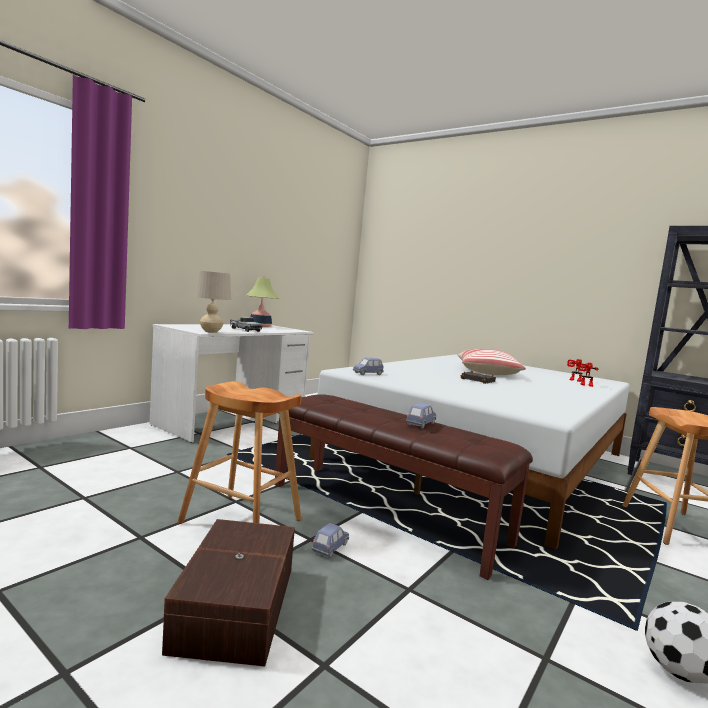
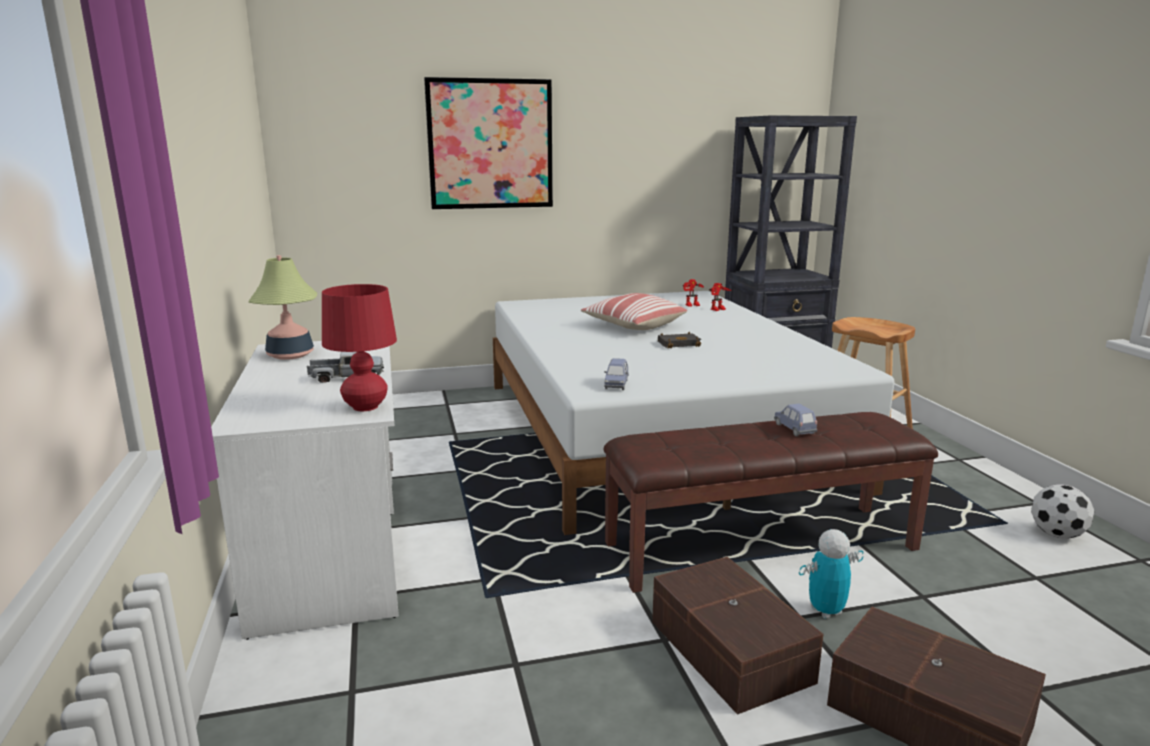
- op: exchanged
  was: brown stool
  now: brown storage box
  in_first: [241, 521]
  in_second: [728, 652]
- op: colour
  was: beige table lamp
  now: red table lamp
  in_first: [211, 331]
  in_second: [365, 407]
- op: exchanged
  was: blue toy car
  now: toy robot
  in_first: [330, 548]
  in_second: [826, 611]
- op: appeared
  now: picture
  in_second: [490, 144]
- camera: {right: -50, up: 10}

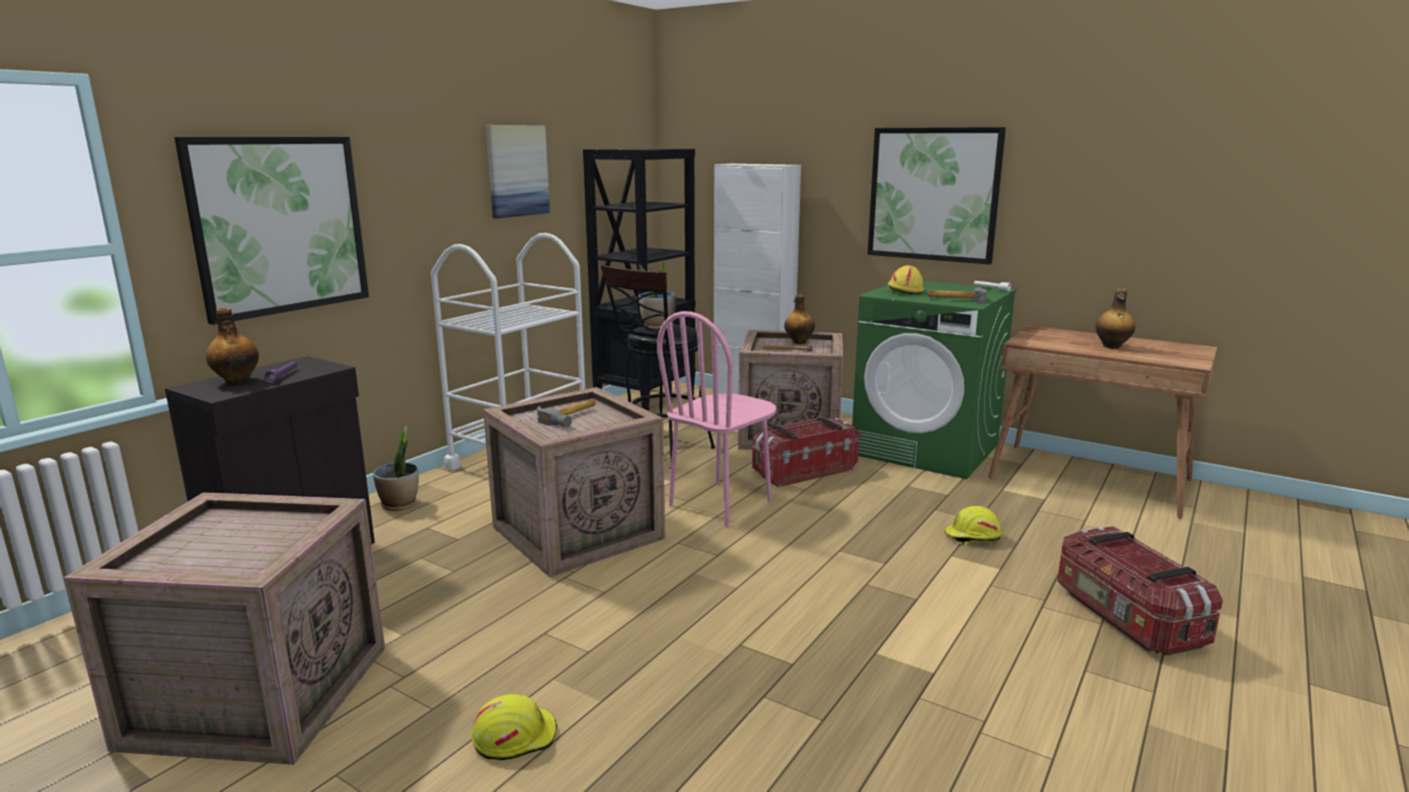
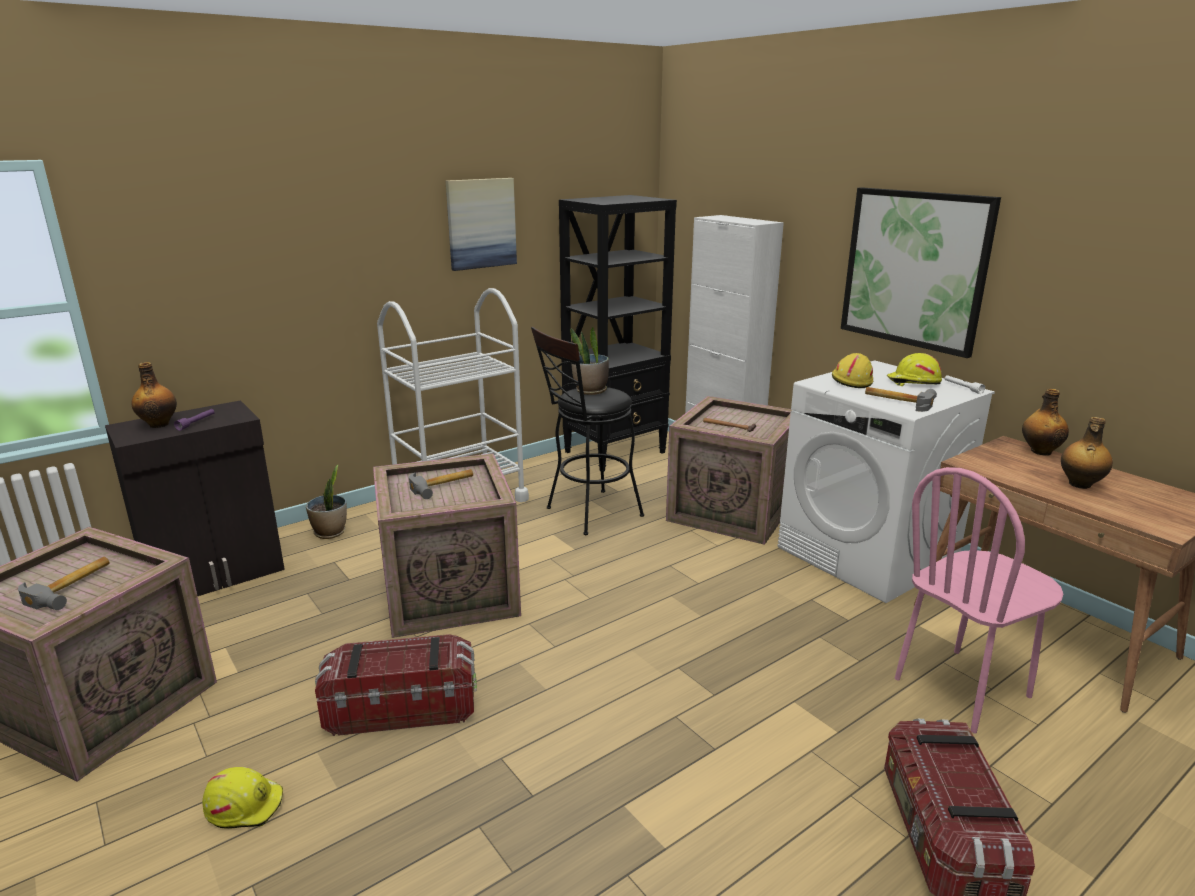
- op: missing
  was: picture
  in_first: [279, 225]
- op: relocated
  was: pink chair
  in_first: [721, 503]
  in_second: [963, 688]
- op: relocated
  was: storage box
  in_first: [803, 471]
  in_second: [401, 708]
- op: relocated
  was: bottle
  in_first: [799, 342]
  in_second: [1040, 451]
- op: colour
  was: green washing machine
  now: white washing machine
  in_first: [926, 449]
  in_second: [867, 555]
- op: relocated
  was: yellow hard hat
  in_first: [972, 537]
  in_second: [913, 382]
- op: appeared
  now: hammer
  in_second: [73, 587]
- camera: {right: 20, up: 5}

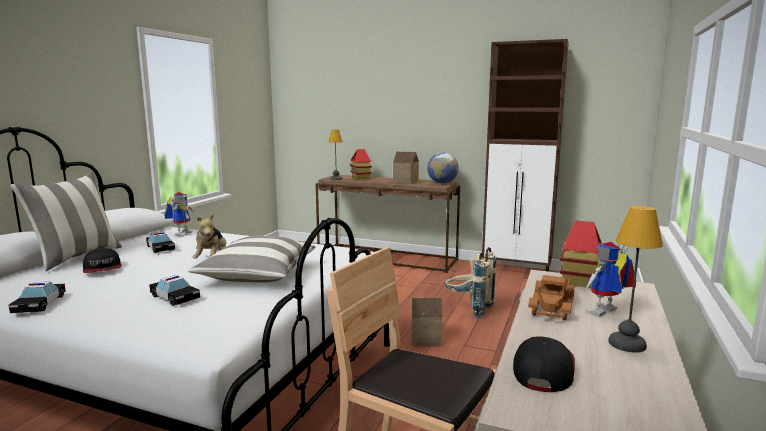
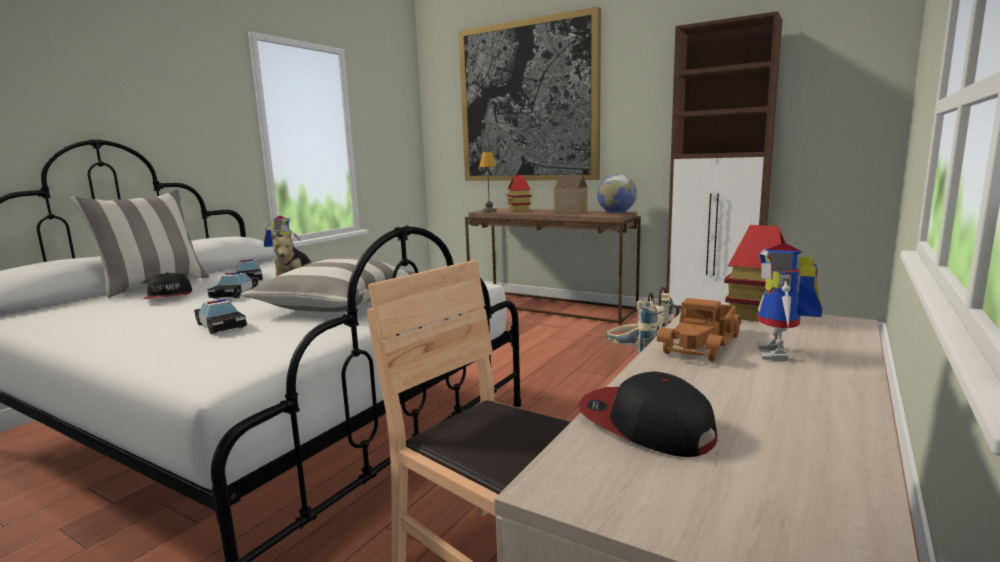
- op: relocated
  was: toy car
  in_first: [39, 304]
  in_second: [235, 294]
- op: missing
  was: toy house
  in_first: [425, 337]
- op: spun
  was: cap
  in_first: [543, 368]
  in_second: [644, 425]
  clockwise: -75
- op: spun
  was: toy robot
  in_first: [605, 313]
  in_second: [782, 355]
  clockwise: -45
- op: missing
  was: table lamp
  in_first: [628, 344]
- op: appeared
  now: picture
  in_second: [528, 102]
- camera: {right: 10, up: 0}

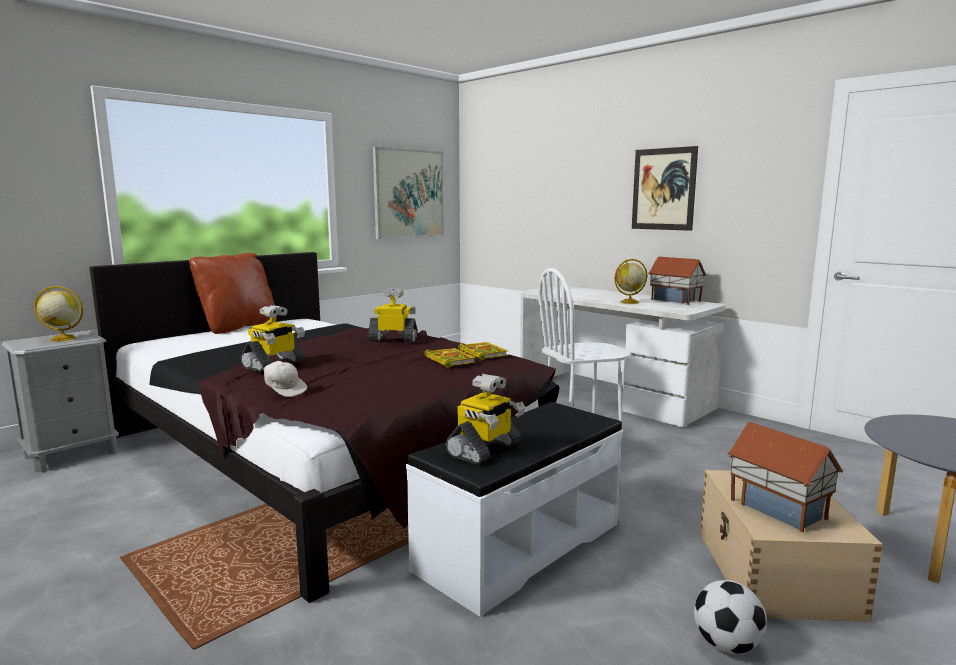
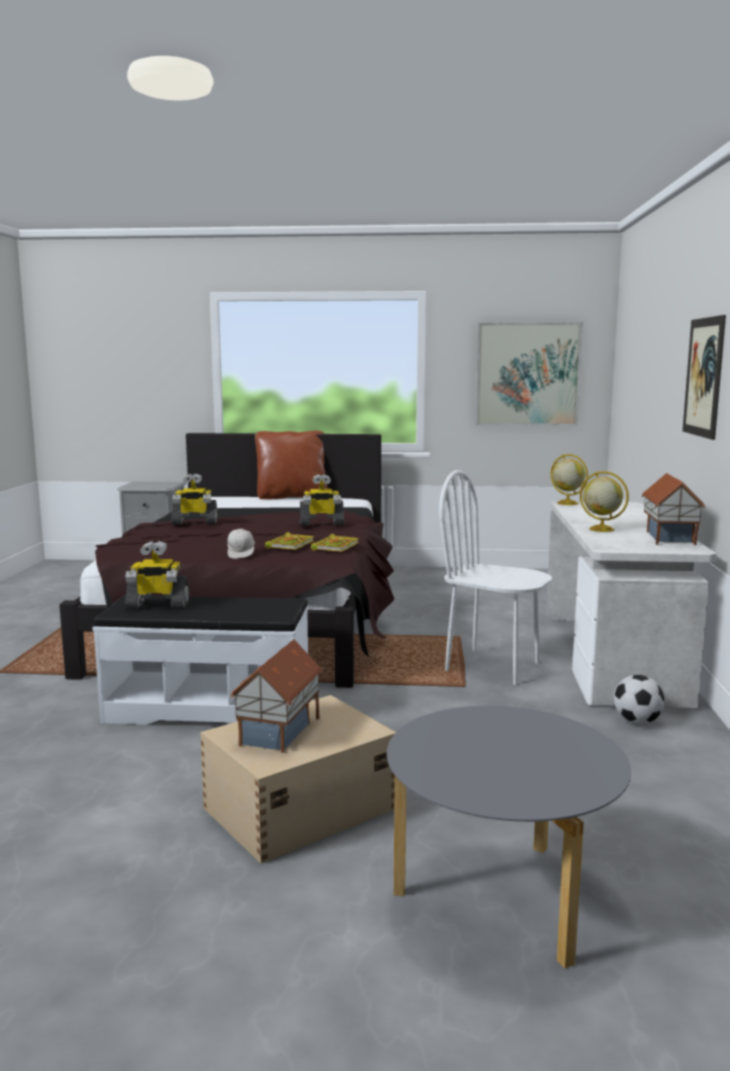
- op: relocated
  was: globe
  in_first: [62, 339]
  in_second: [566, 503]
- op: relocated
  was: white cap
  in_first: [284, 391]
  in_second: [241, 554]
- op: spun
  was: toy robot
  in_first: [394, 339]
  in_second: [321, 523]
  clockwise: 120
- op: relocated
  was: football
  in_first: [726, 645]
  in_second: [636, 722]
- camera: {right: 50, up: 0}

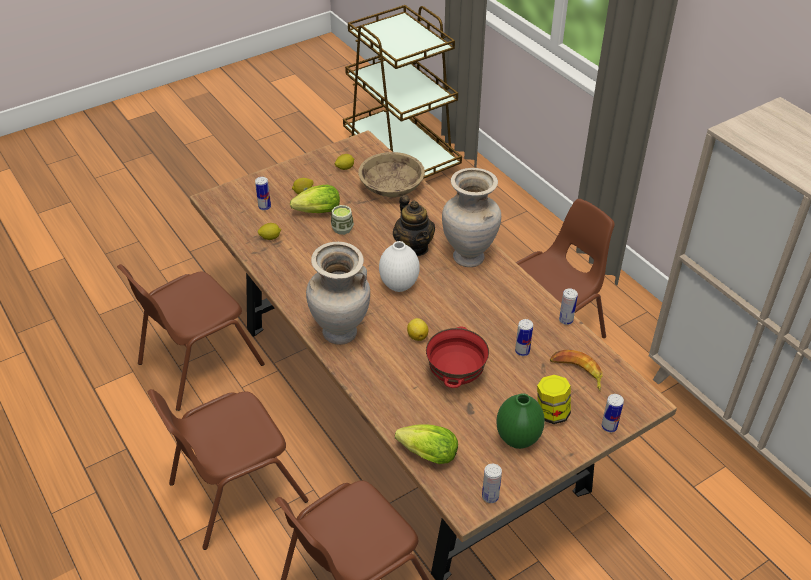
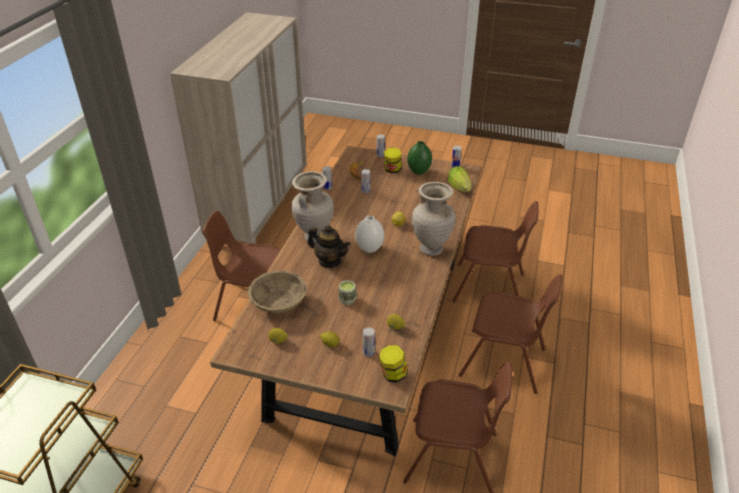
- op: missing
  was: lettuce
  in_first: [315, 212]
- op: spun
  was: teapot
  in_first: [414, 247]
  in_second: [329, 261]
  clockwise: 90
- op: missing
  was: red bowl
  in_first: [455, 376]
- op: appeared
  now: jar
  in_second: [393, 374]
- camera: {right: -130, up: -5}

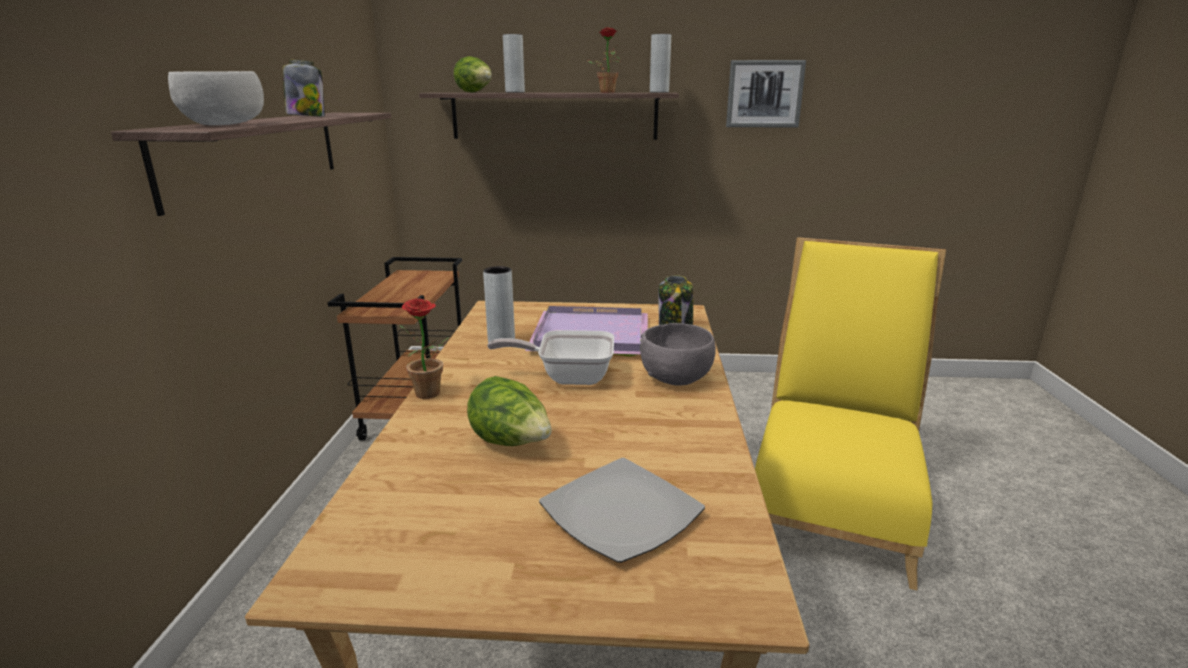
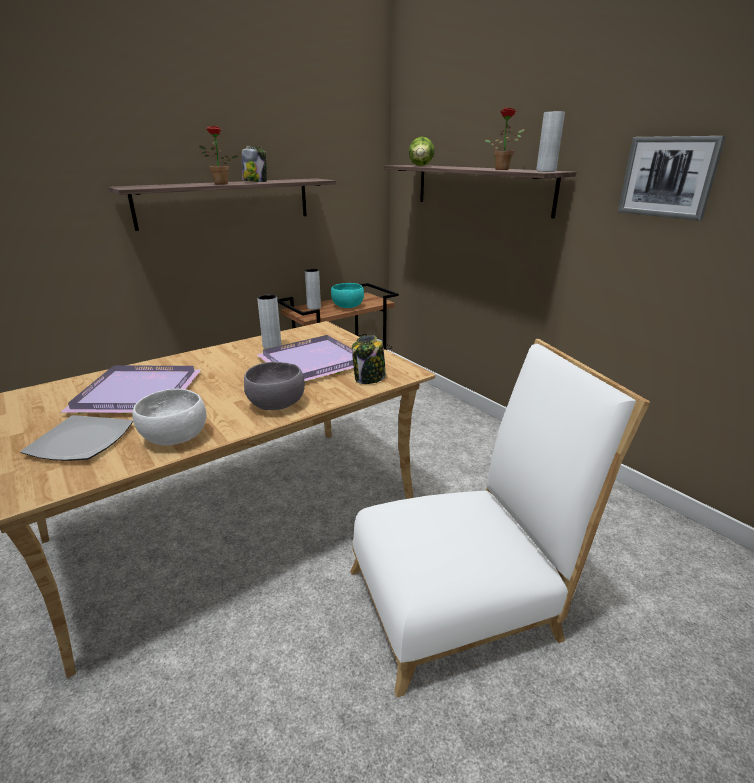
- op: relocated
  was: white bowl
  in_first: [225, 124]
  in_second: [176, 437]
- op: relocated
  was: potted plant
  in_first: [430, 395]
  in_second: [220, 184]
- op: exchanged
  was: lettuce
  now: purple tray
  in_first: [511, 443]
  in_second: [140, 392]
- op: missing
  was: frying pan
  in_first: [567, 377]
- op: relocated
  was: grey vase
  in_first: [515, 92]
  in_second: [314, 307]
- op: colour
  was: yellow chair
  now: white chair
  in_first: [831, 503]
  in_second: [463, 599]
- op: appeared
  now: turquoise bowl
  in_second: [348, 306]
- camera: {right: 50, up: 5}

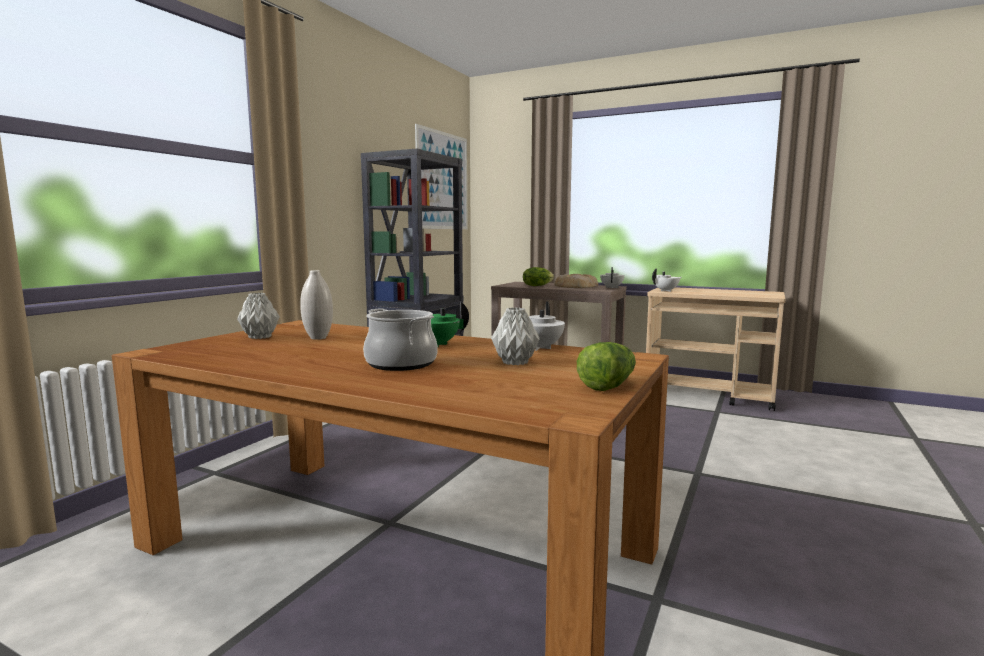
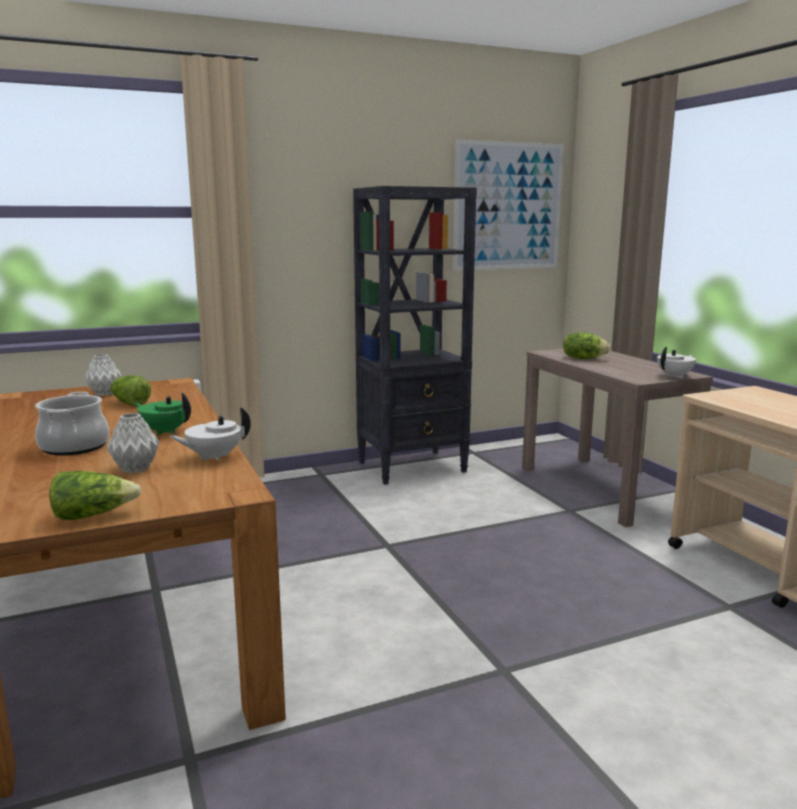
- op: exchanged
  was: white vase
  now: lettuce
  in_first: [318, 338]
  in_second: [129, 403]
- op: missing
  was: bread
  in_first: [575, 286]
- op: missing
  was: white teapot
  in_first: [666, 291]
- camera: {right: 40, up: 5}

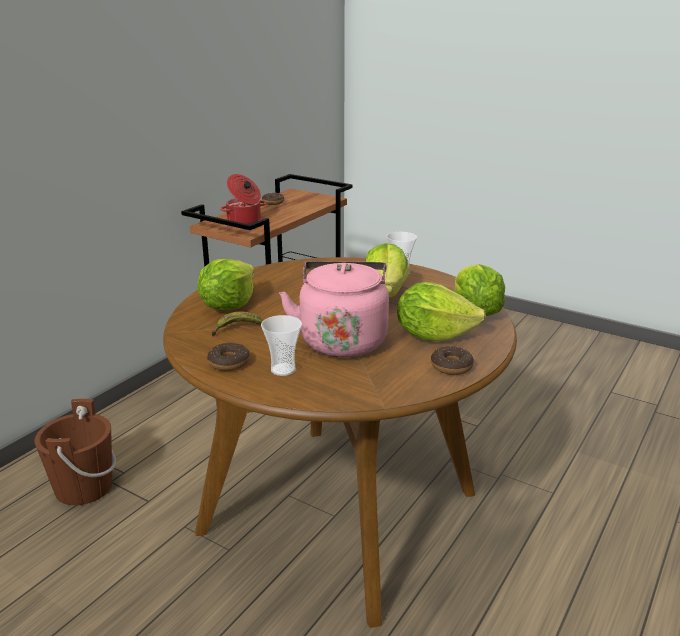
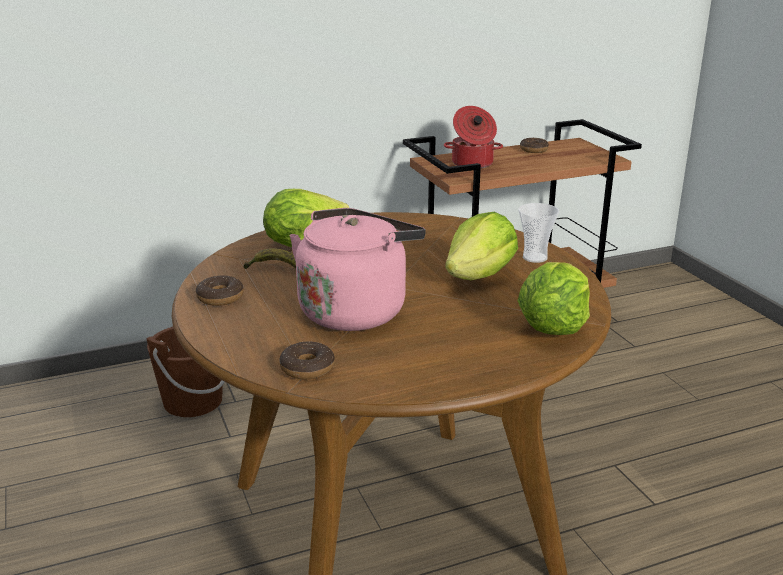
- op: missing
  was: cup
  in_first: [283, 370]
- op: missing
  was: lettuce
  in_first: [433, 335]
- op: relocated
  was: donut
  in_first: [451, 366]
  in_second: [307, 368]
- camera: {right: 35, up: 0}

